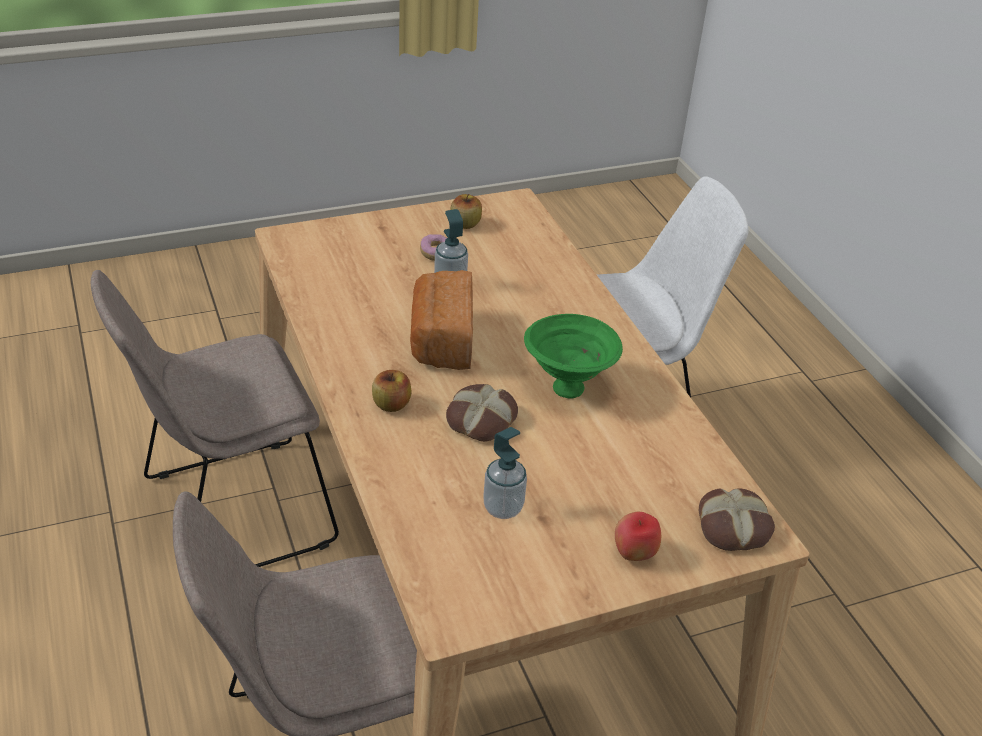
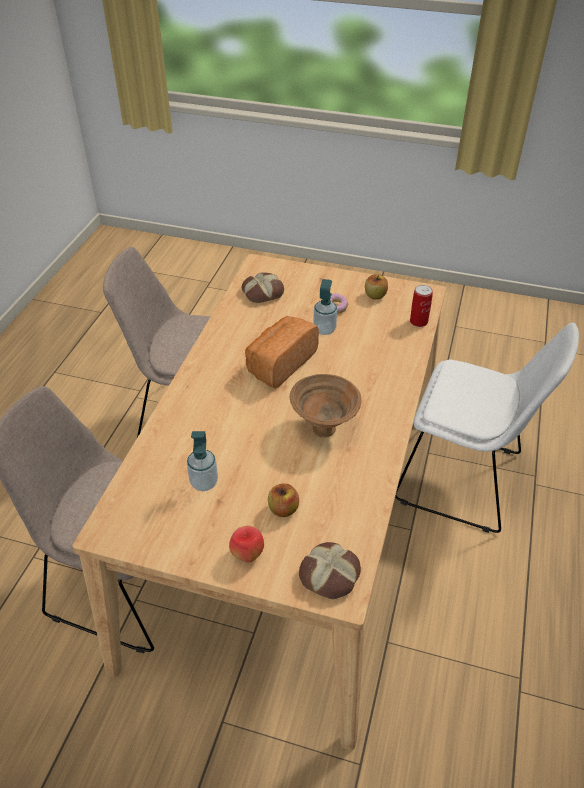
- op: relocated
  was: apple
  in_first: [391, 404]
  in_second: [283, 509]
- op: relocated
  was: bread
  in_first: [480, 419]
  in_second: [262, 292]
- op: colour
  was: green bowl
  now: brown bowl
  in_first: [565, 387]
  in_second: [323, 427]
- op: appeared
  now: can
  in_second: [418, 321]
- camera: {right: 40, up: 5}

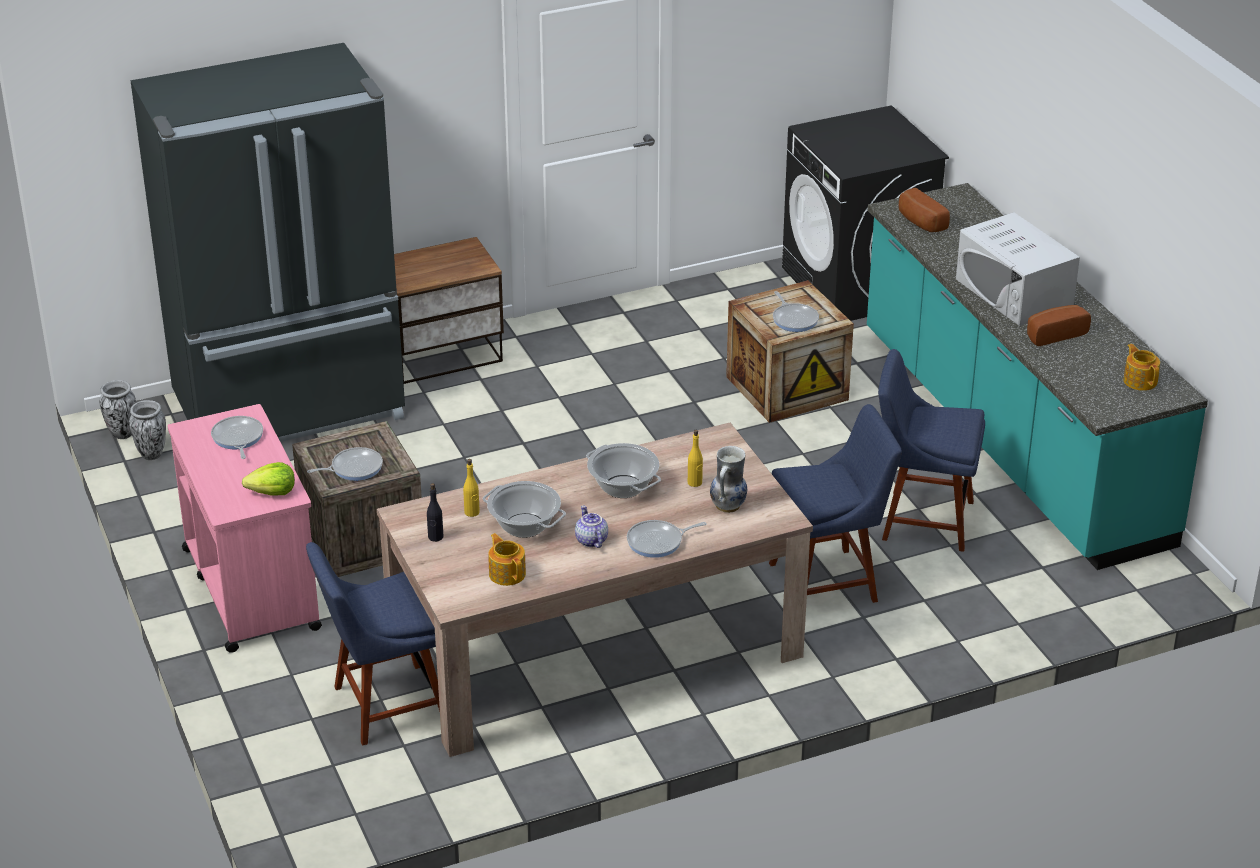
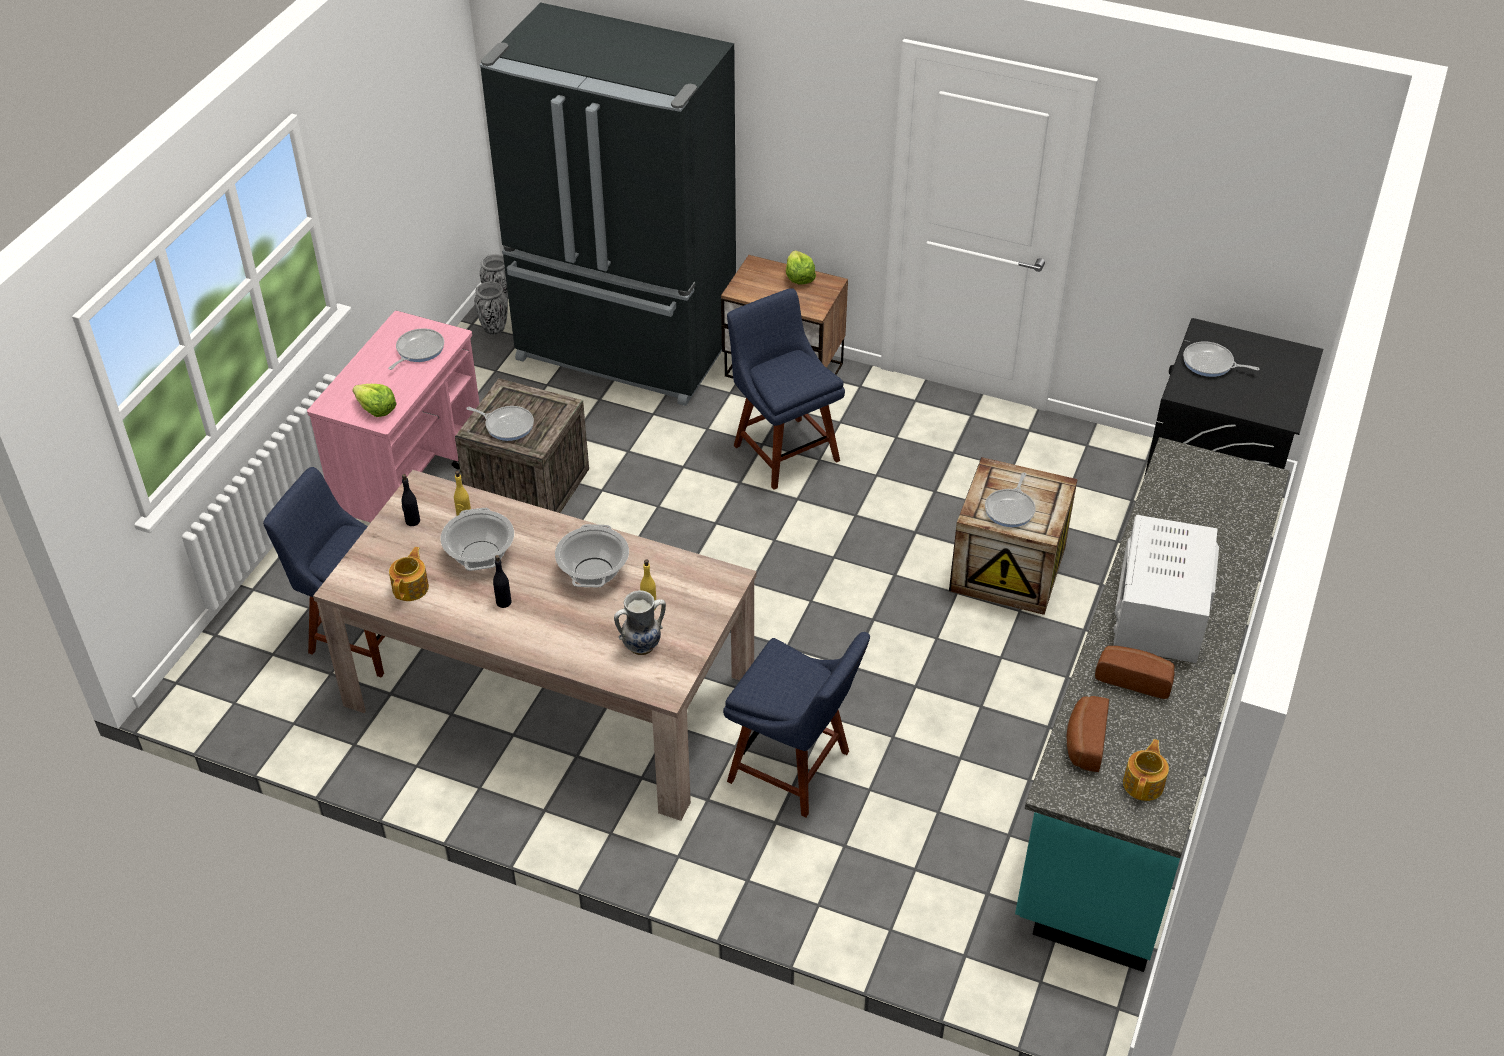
- op: exchanged
  was: teapot
  now: black bottle
  in_first: [590, 540]
  in_second: [504, 602]
- op: relocated
  was: frying pan
  in_first: [658, 542]
  in_second: [1210, 364]
- op: relocated
  was: blue chair
  in_first: [921, 519]
  in_second: [783, 449]
- op: relocated
  was: bread
  in_first: [919, 222]
  in_second: [1083, 742]
- op: appeared
  now: lettuce
  in_second: [799, 277]
- camera: {right: 45, up: 10}

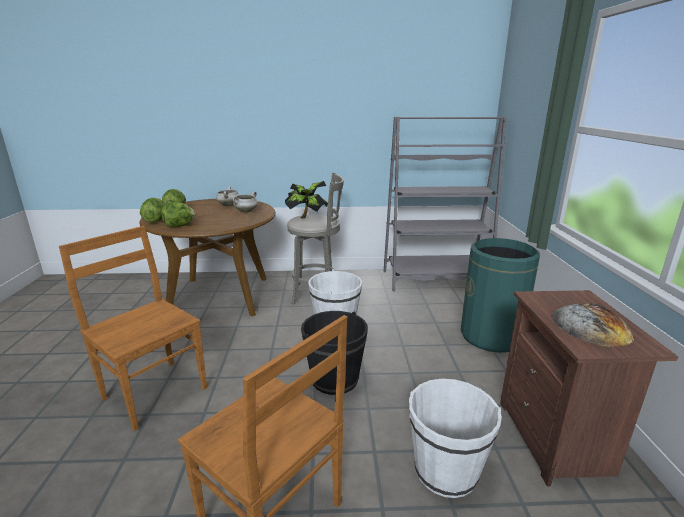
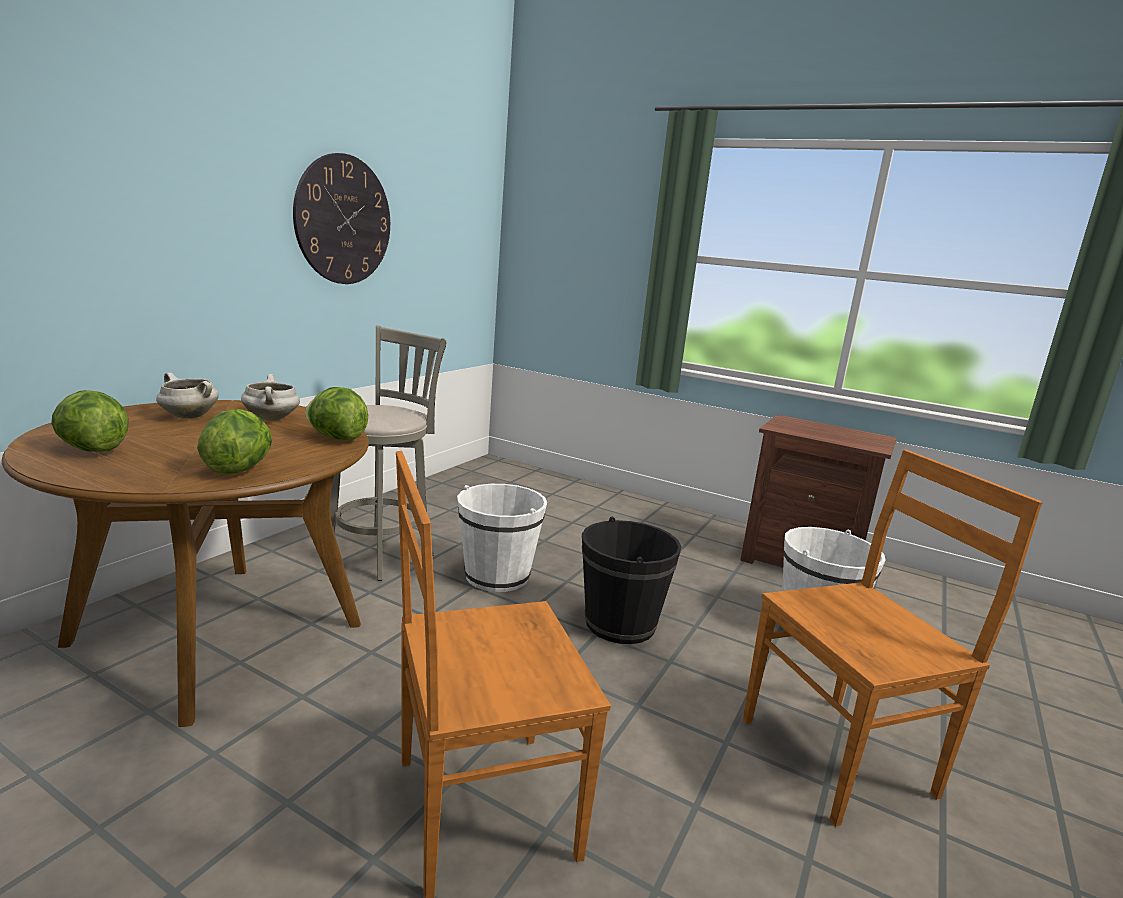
- op: relocated
  was: lettuce
  in_first: [156, 221]
  in_second: [336, 438]
- op: missing
  was: potted plant
  in_first: [307, 218]
- op: missing
  was: grey bookcase
  in_first: [435, 280]
- op: missing
  was: green trash can
  in_first: [491, 336]
- op: missing
  was: bread
  in_first: [590, 327]
- op: appeared
  now: wall clock
  in_second: [343, 220]
- camera: {right: -60, up: -5}

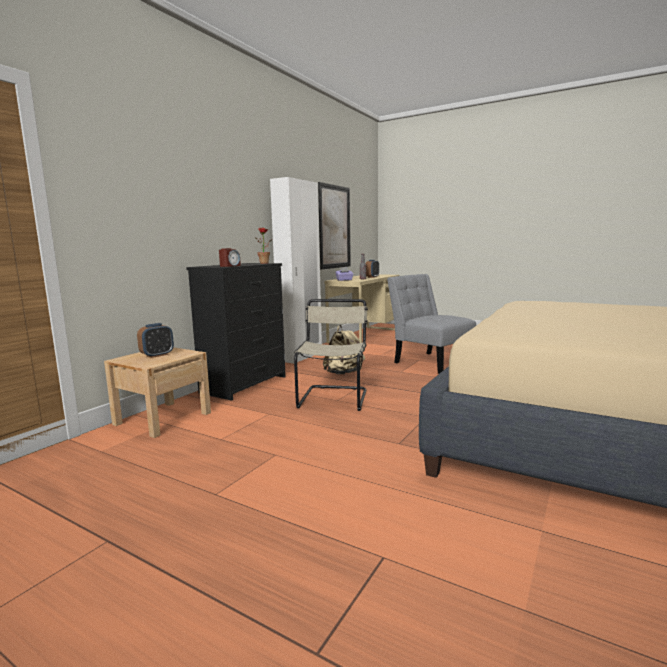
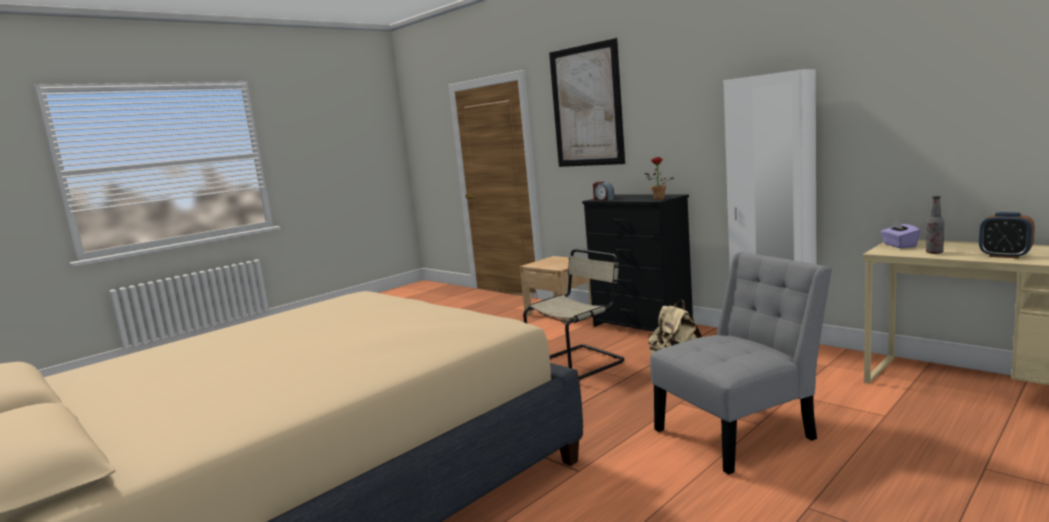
- op: missing
  was: alarm clock
  in_first: [157, 355]
- op: spun
  was: beige chair
  in_first: [334, 398]
  in_second: [579, 362]
  clockwise: -60
- op: relocated
  was: picture
  in_first: [335, 227]
  in_second: [586, 106]
- camera: {right: 105, up: 0}

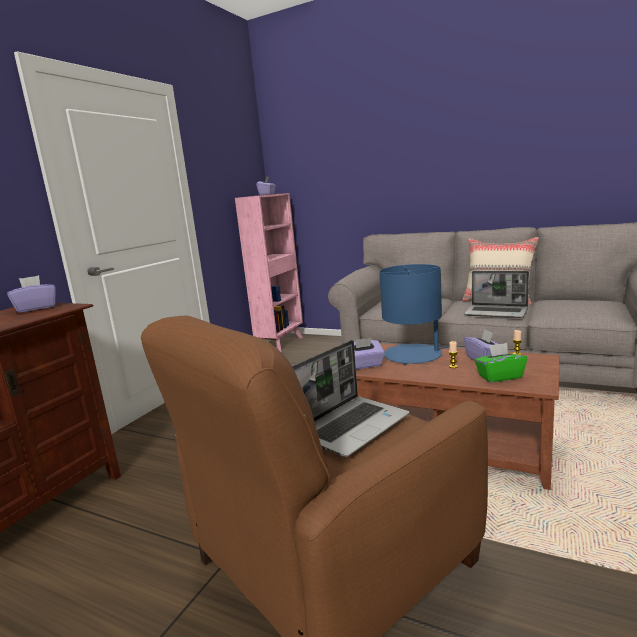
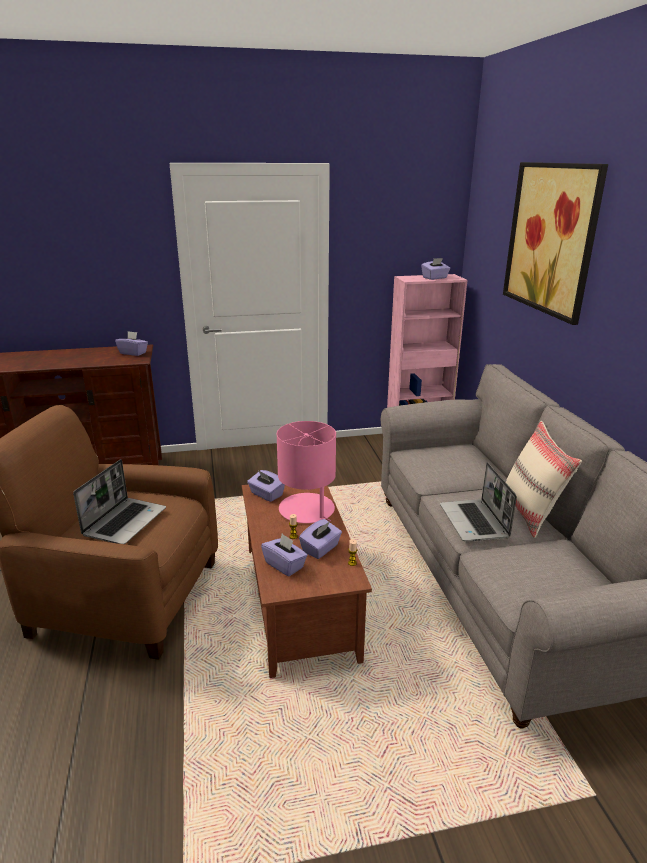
- op: spun
  was: laptop
  in_first: [351, 426]
  in_second: [125, 521]
  clockwise: -75
- op: colour
  was: blue table lamp
  now: pink table lamp
  in_first: [413, 355]
  in_second: [307, 510]
- op: colour
  was: green tissue box
  now: purple tissue box
  in_first: [499, 376]
  in_second: [285, 565]
- op: appeared
  now: picture
  in_second: [551, 239]
- camera: {right: 50, up: 10}

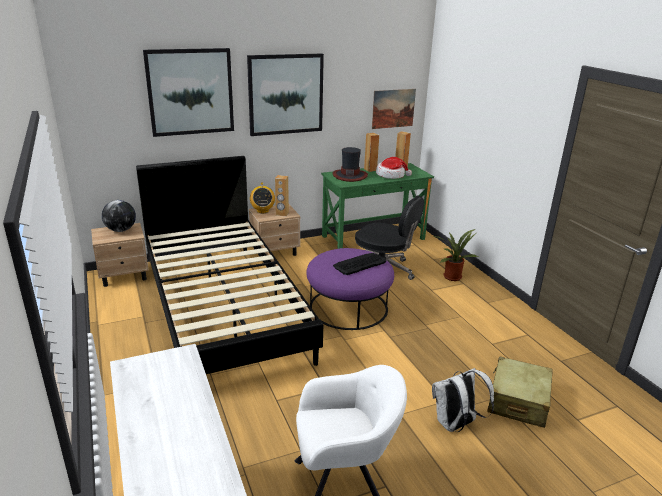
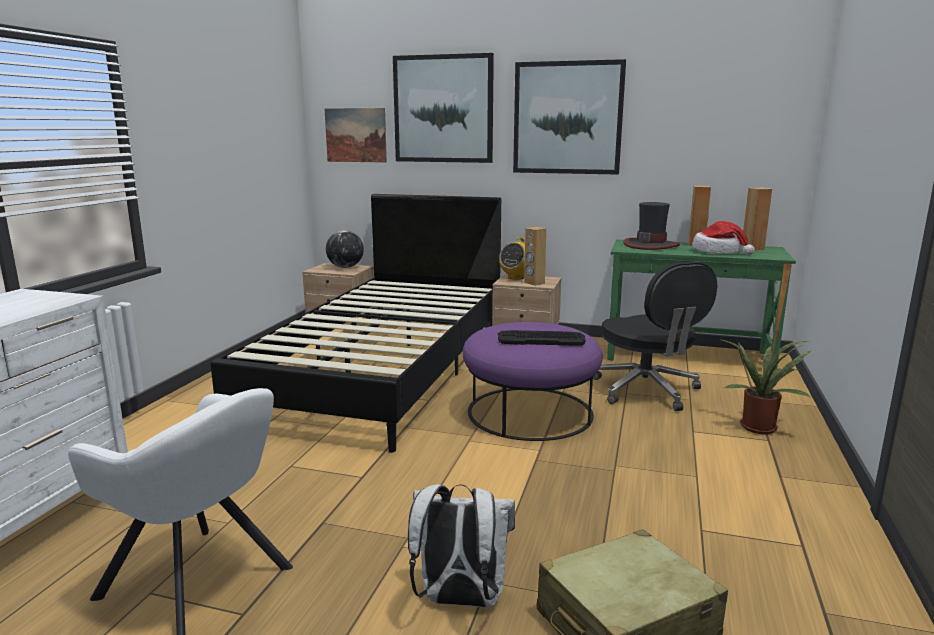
- op: relocated
  was: picture
  in_first: [393, 108]
  in_second: [355, 135]
- camera: {right: 40, up: -10}

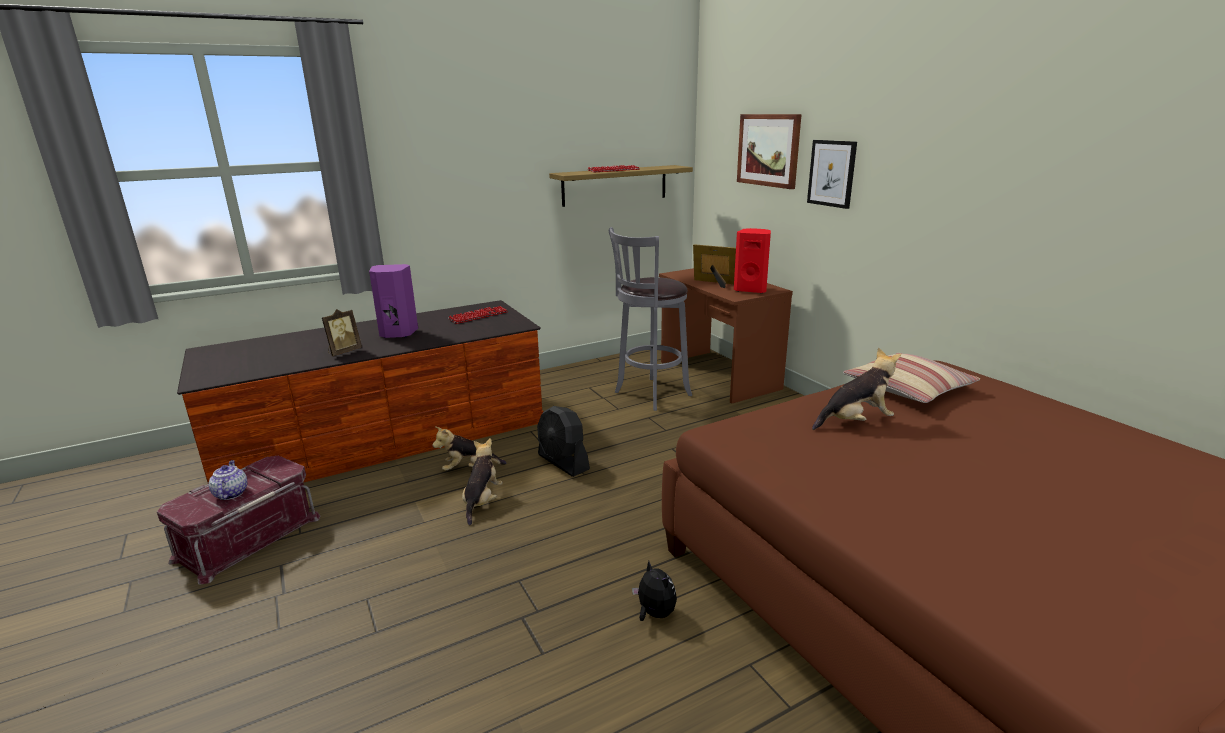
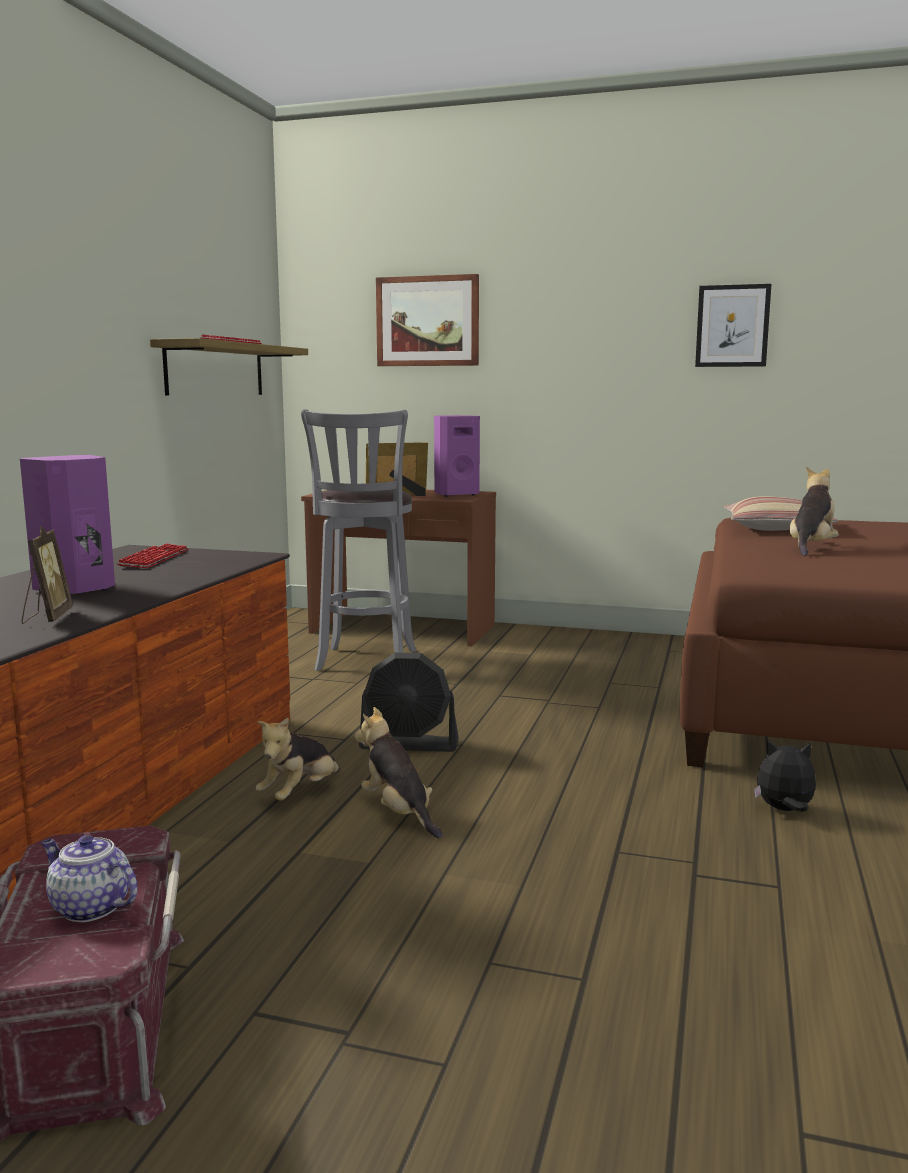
- op: colour
  was: red speaker
  now: purple speaker
  in_first: [751, 290]
  in_second: [455, 494]
- op: relocated
  was: picture
  in_first: [832, 173]
  in_second: [732, 326]
- camera: {right: -45, up: -10}

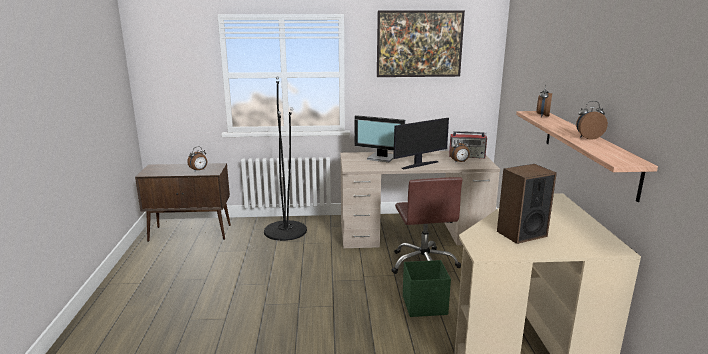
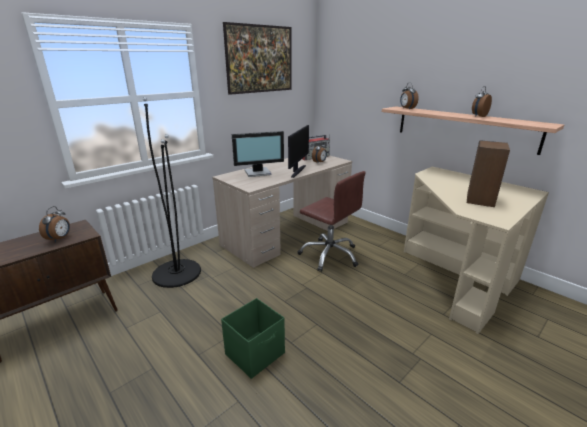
- op: relocated
  was: green storage box
  in_first: [425, 305]
  in_second: [256, 353]
- camera: {right: -40, up: 5}

